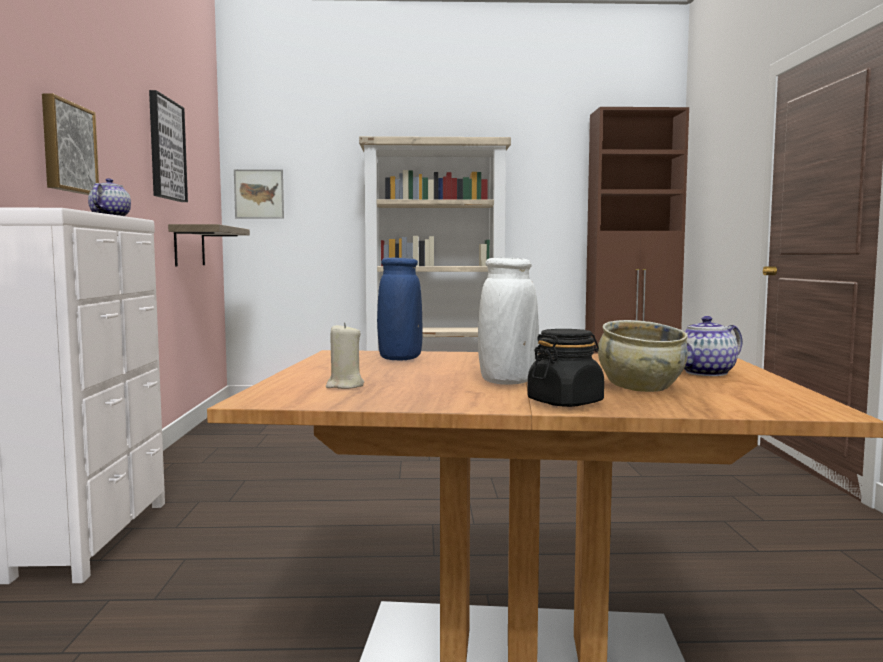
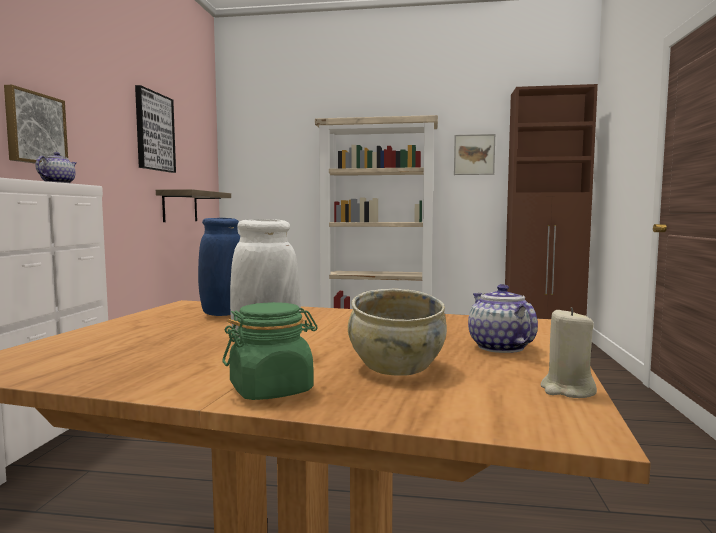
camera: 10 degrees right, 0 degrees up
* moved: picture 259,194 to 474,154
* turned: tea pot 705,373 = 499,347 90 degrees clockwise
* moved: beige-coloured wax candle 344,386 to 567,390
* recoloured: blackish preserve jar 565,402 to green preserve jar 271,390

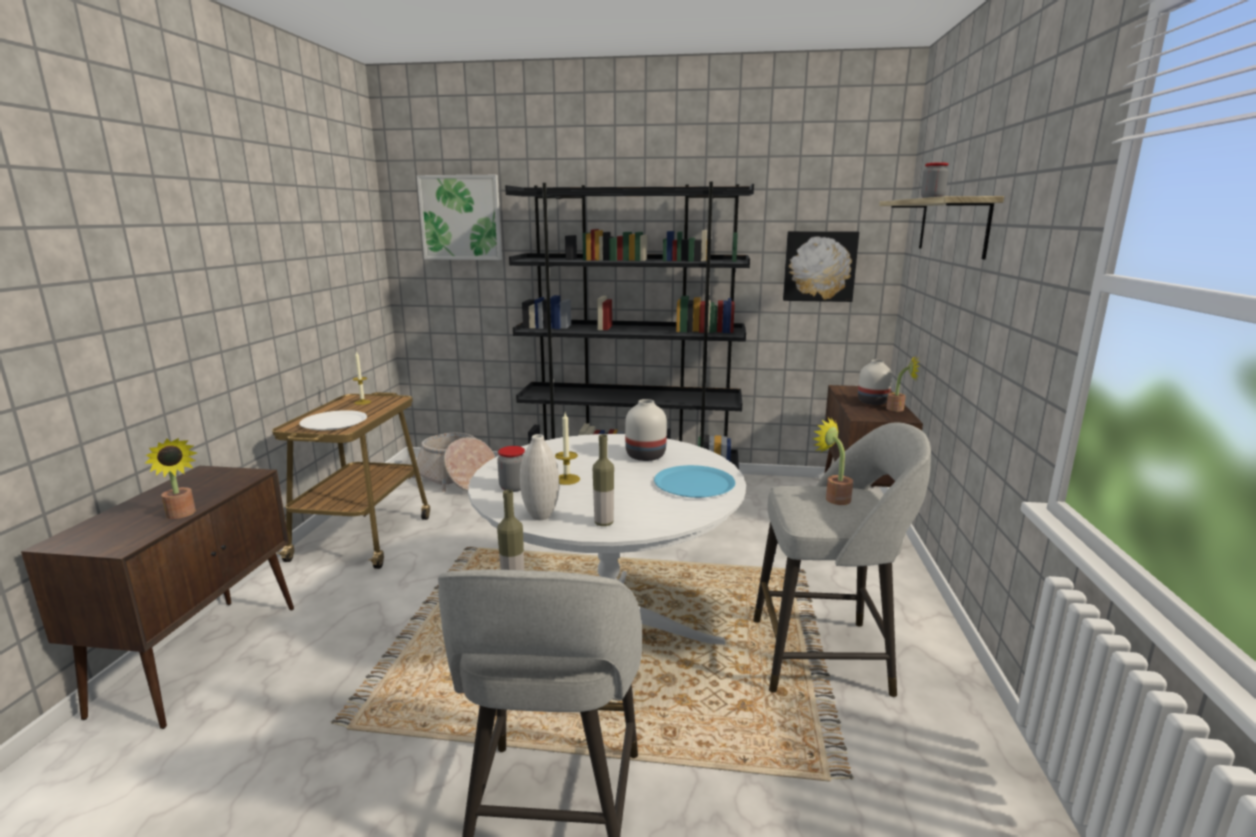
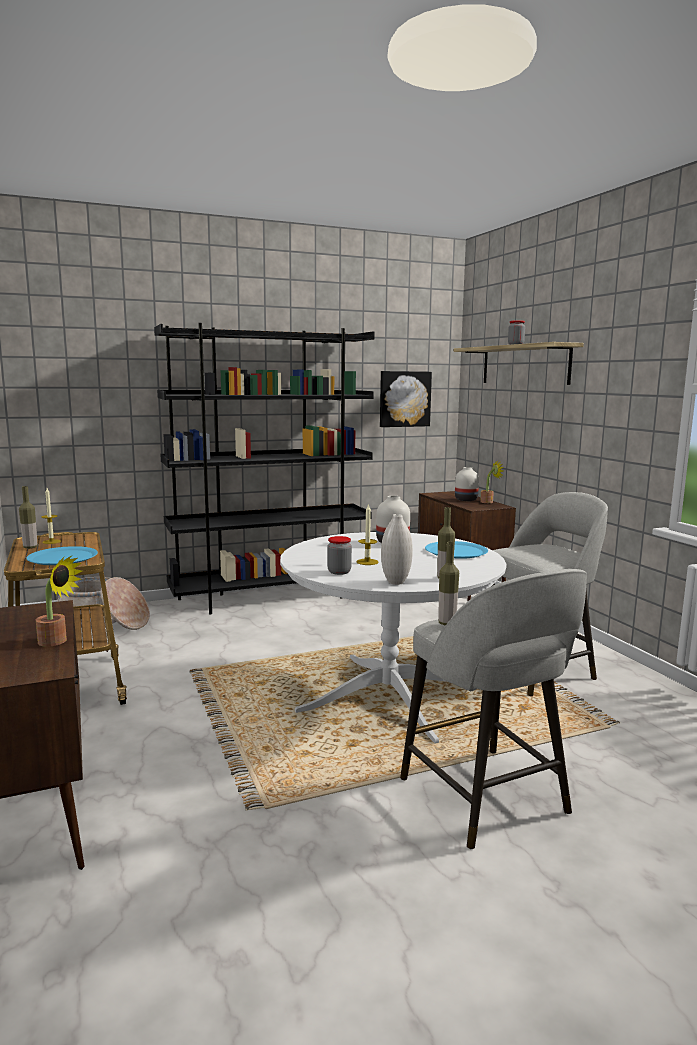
camera: 30 degrees left, 5 degrees down
* removed: picture 461,218
* recoloured: white flat dish 334,422 to bluish flat dish 62,557
* removed: potted plant 833,498
* added: drink bottle 30,547

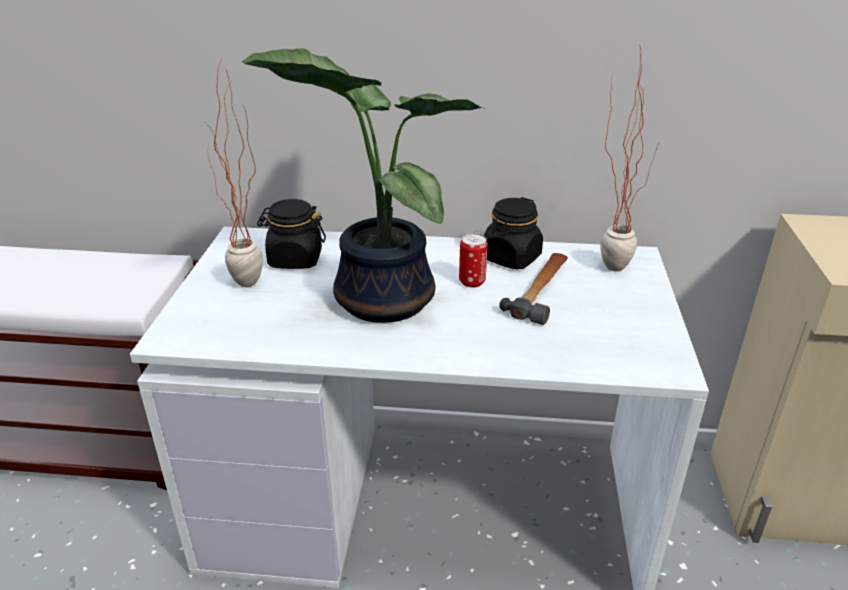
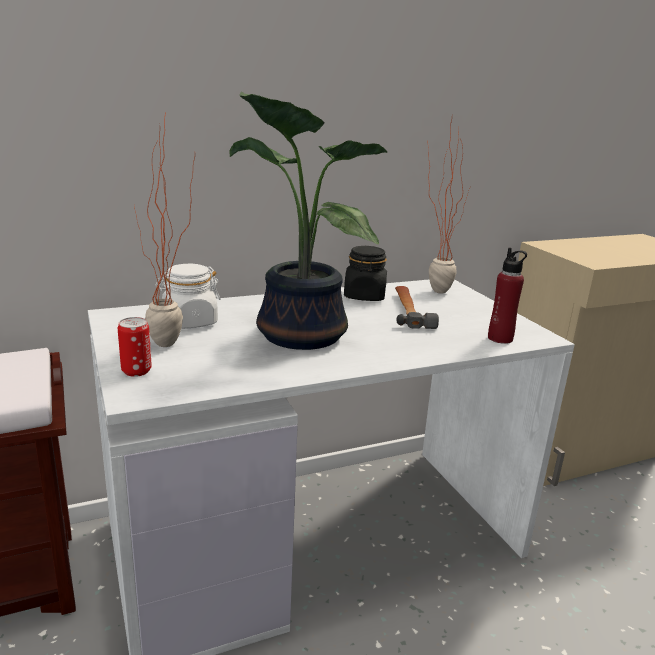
camera: 30 degrees left, 10 degrees down
* recoloured: blackish preserve jar 295,259 to white preserve jar 189,322
* moved: can 472,282 to 136,371
* added: red-coloured drink bottle 500,338

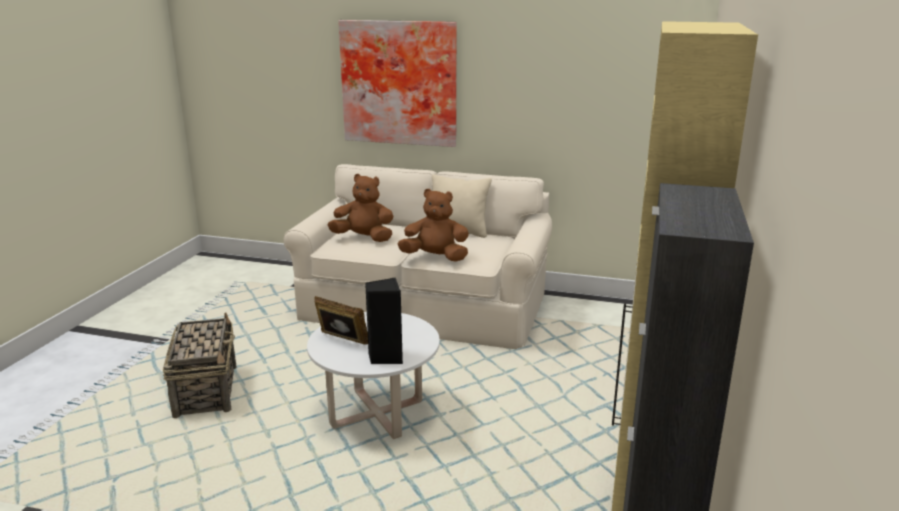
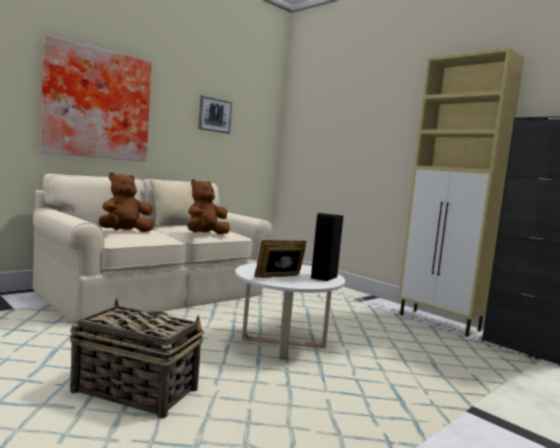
camera: 60 degrees left, 15 degrees down
* added: picture 215,115

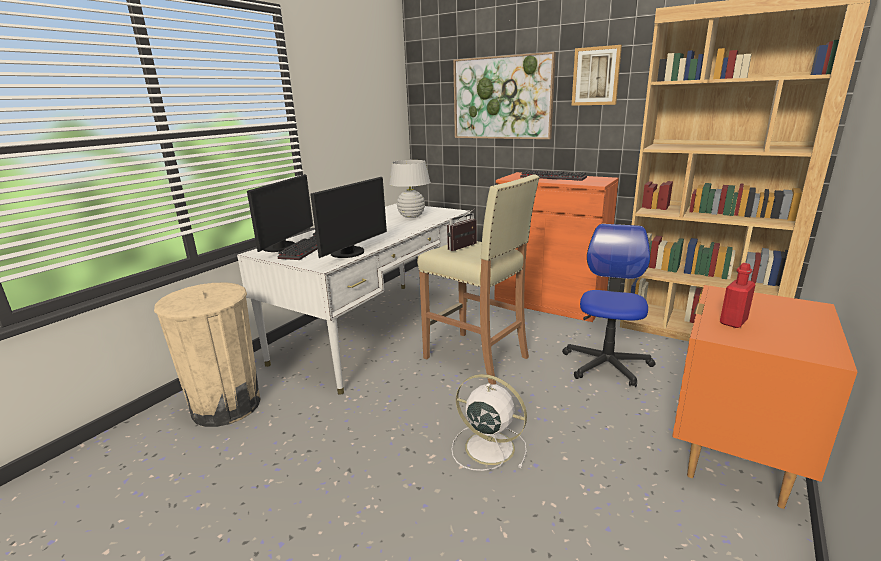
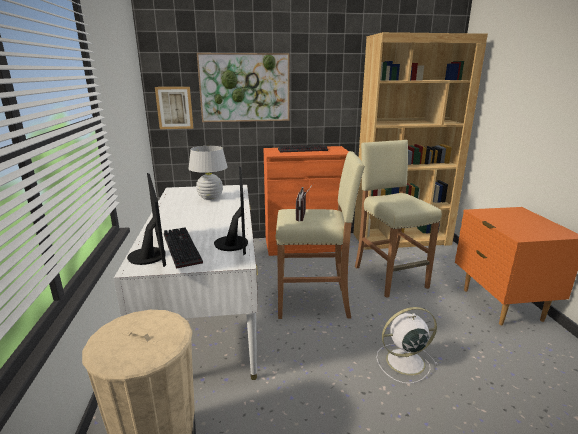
camera: 40 degrees left, 0 degrees up
* moved: picture 596,76 to 174,108
* replaced: desk chair 606,364 to beige-coloured stool 389,276
* removed: red-coloured drink bottle 733,322

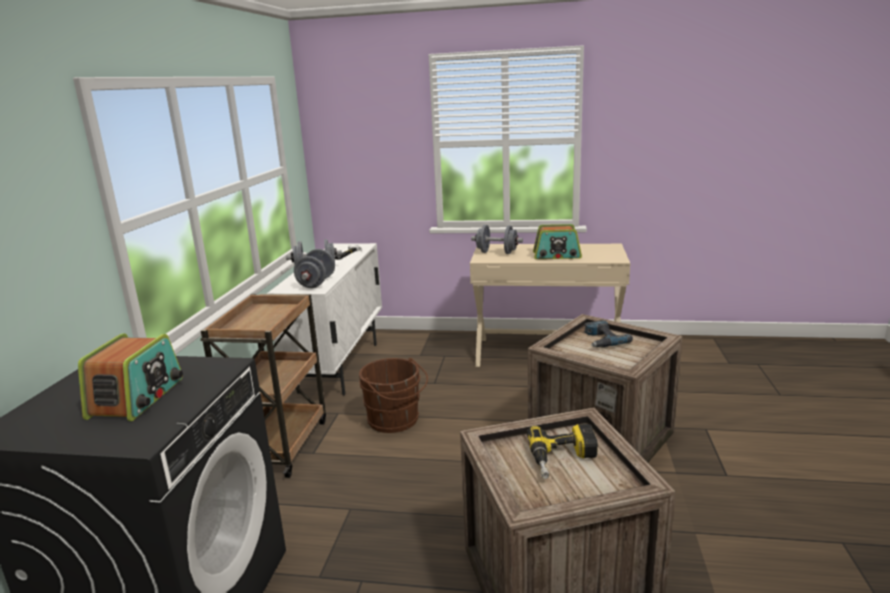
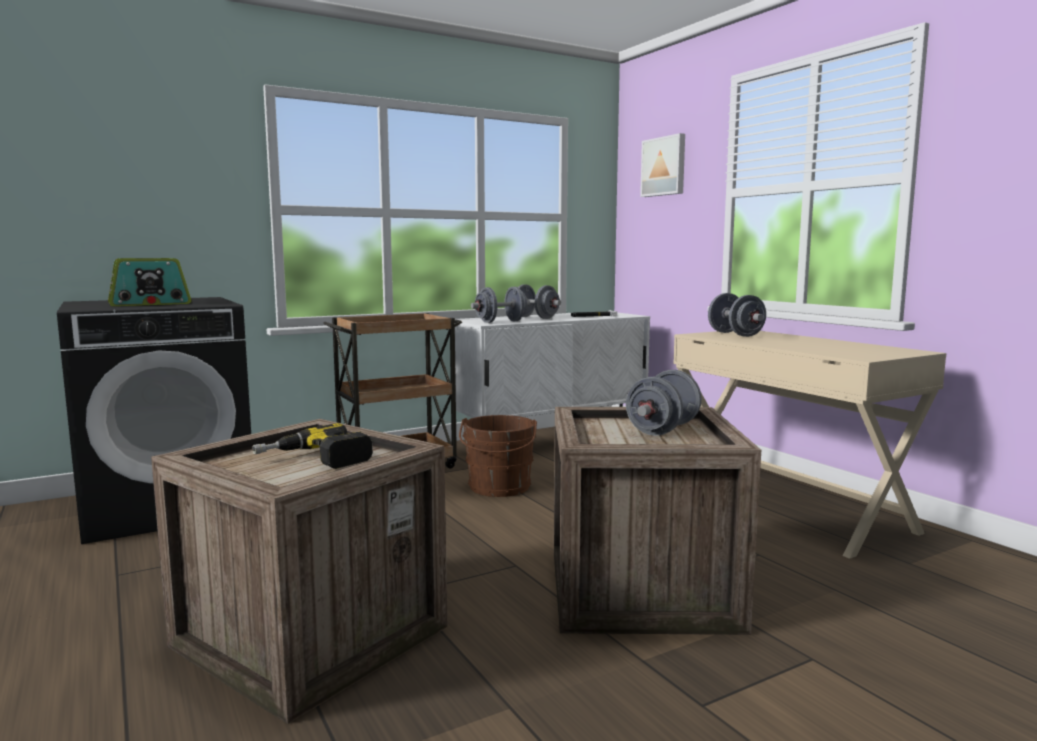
camera: 50 degrees right, 10 degrees down
* removed: radio set 557,255
* replaced: drill 601,340 to grey free weight 663,429
* added: picture 664,166

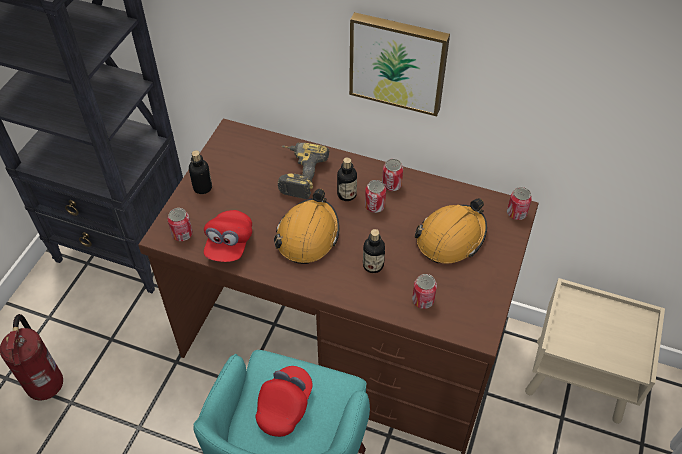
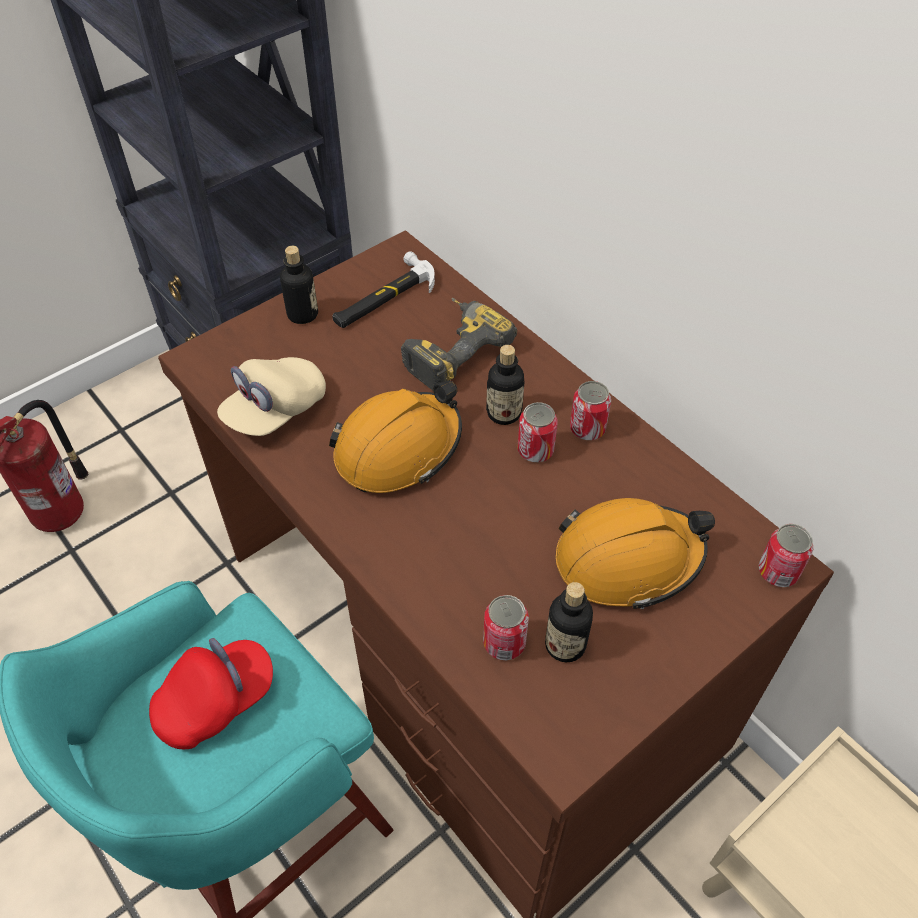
camera: 30 degrees right, 0 degrees up
* removed: picture 398,62
* removed: can 182,234
* recoloured: red-coloured cap 229,244 to beige-coloured cap 275,411
* moved: drink bottle 373,265 to 565,645
* added: hand hammer 383,297

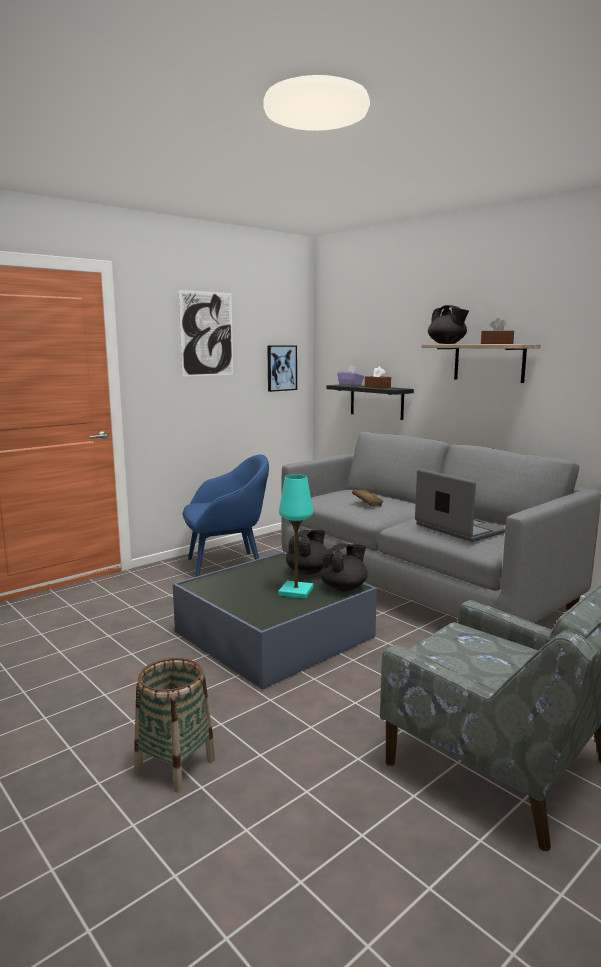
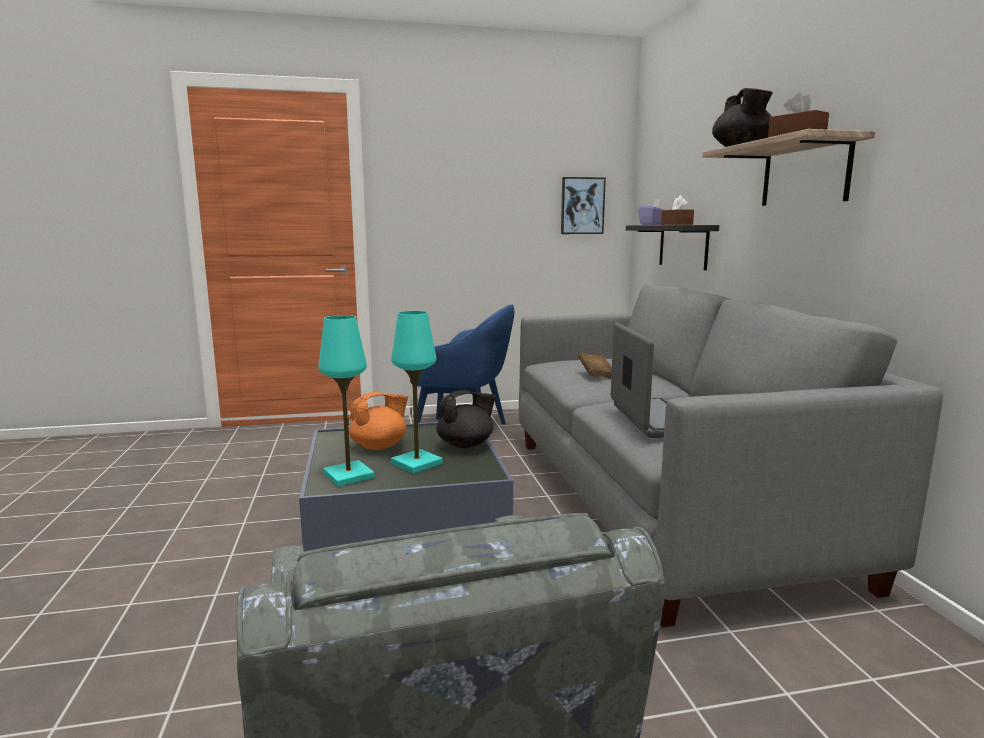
camera: 30 degrees right, 0 degrees up
* removed: picture 207,334
* removed: blackish tea pot 344,588
* removed: household basket 175,766
* added: turquoise tabletop lamp 349,476
* added: orange-coloured tea pot 379,446

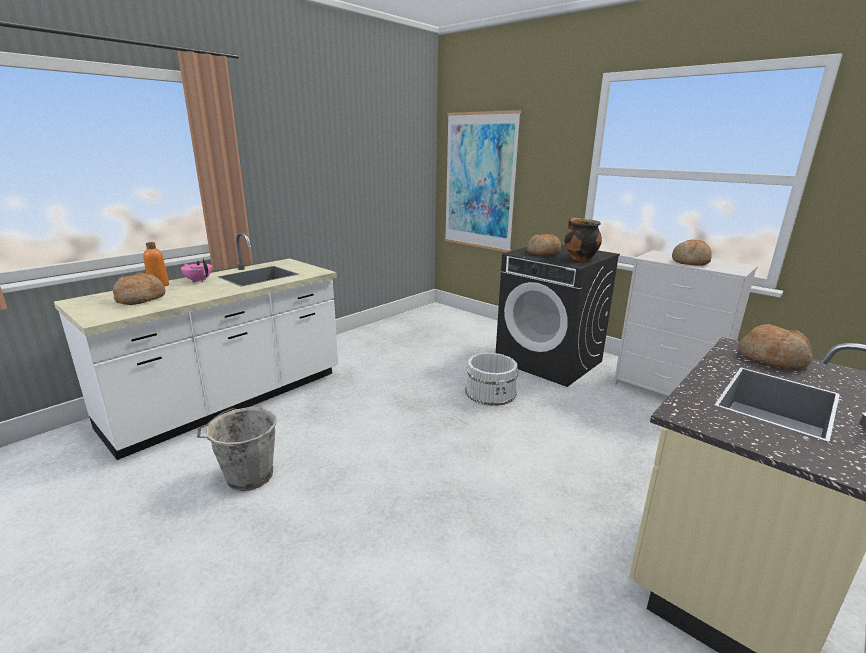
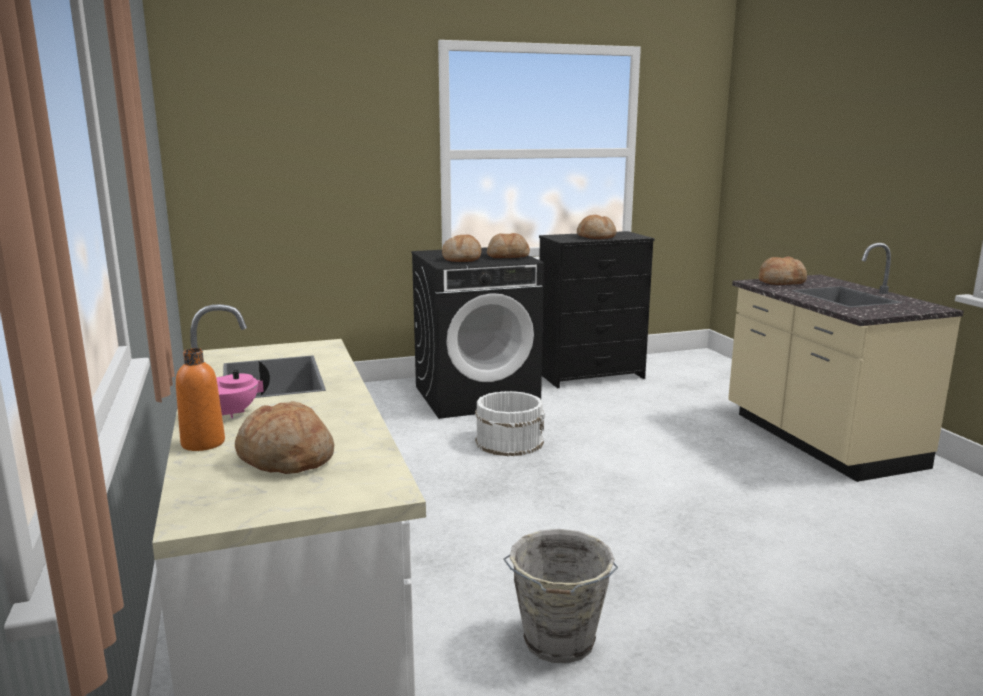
camera: 60 degrees left, 5 degrees down
* removed: picture 479,182
* replaced: stockpot 579,259 to bread 507,256
* recoloured: white chest of drawers 667,390 to blackish chest of drawers 591,375

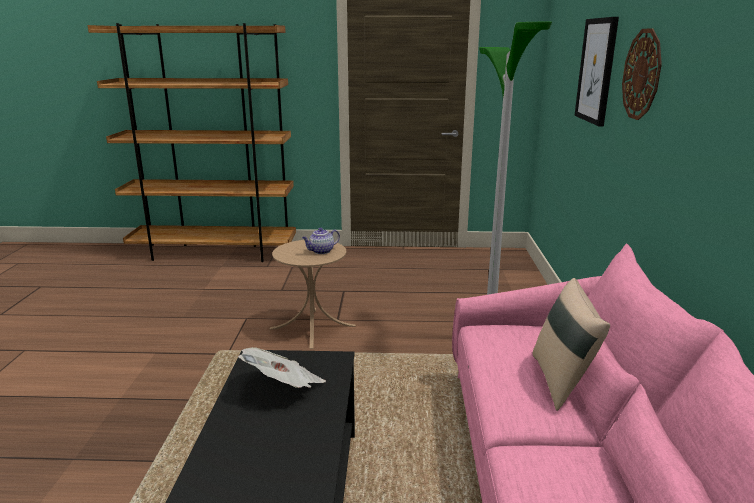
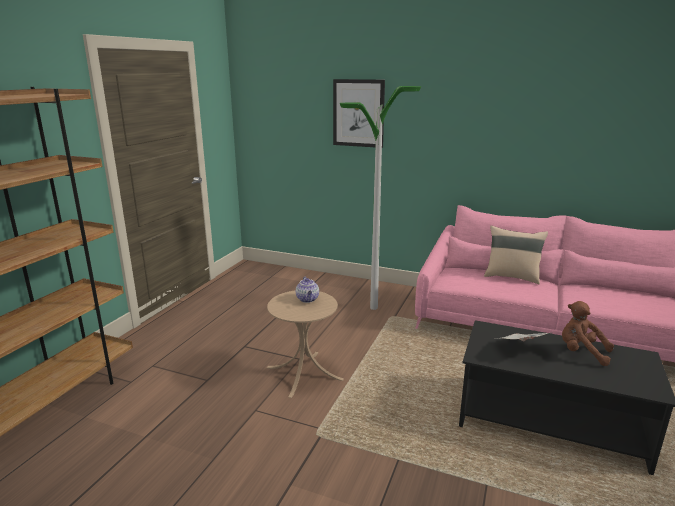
camera: 70 degrees left, 0 degrees up
* removed: clock on the wall 642,74
* added: brown plush toy 581,352

